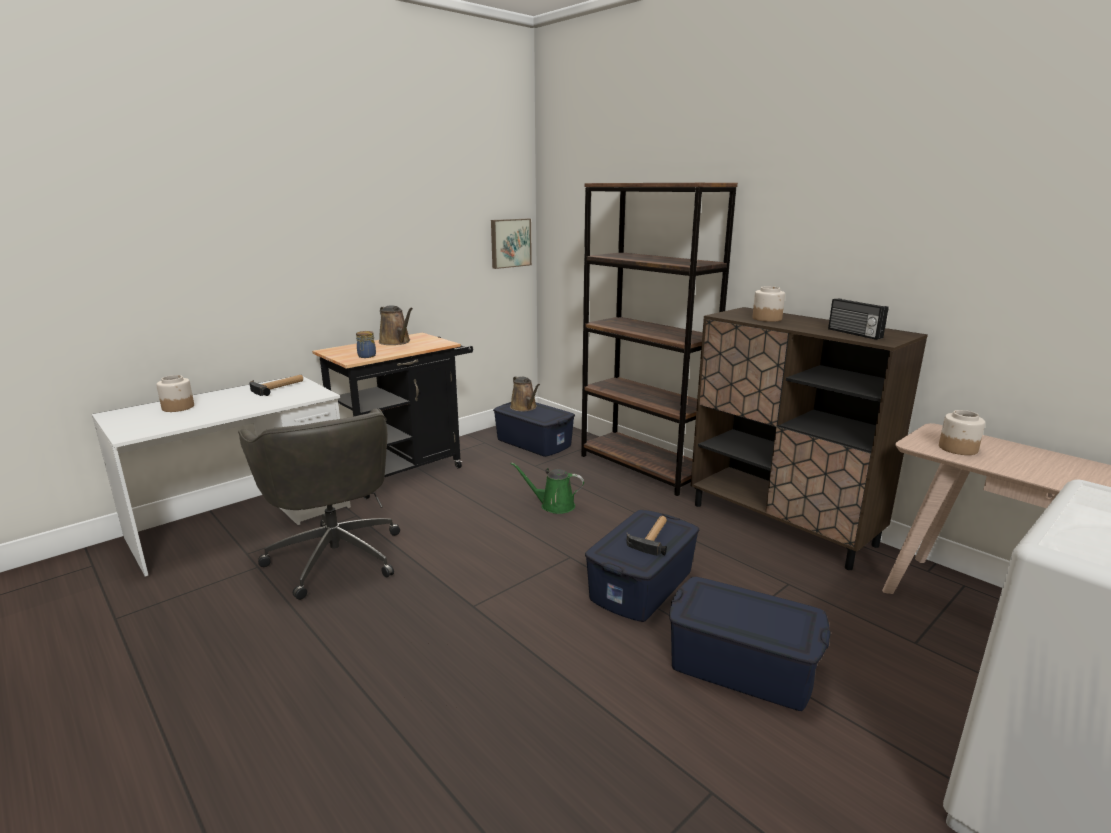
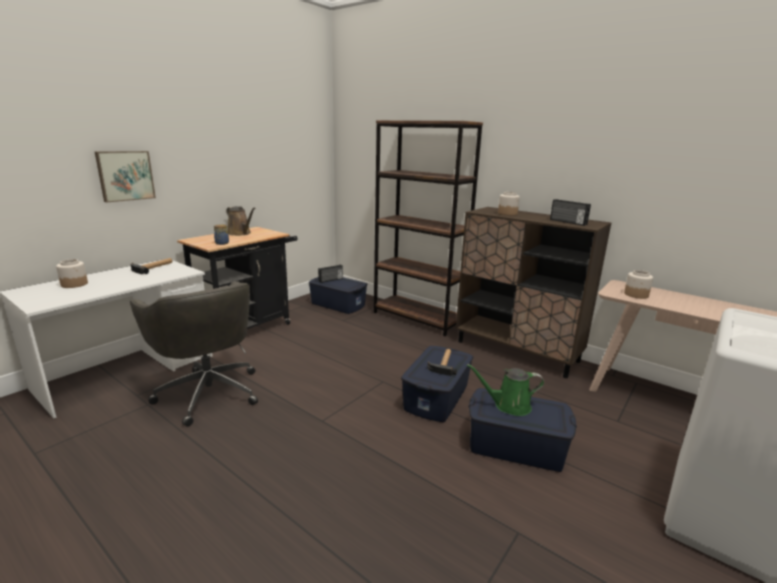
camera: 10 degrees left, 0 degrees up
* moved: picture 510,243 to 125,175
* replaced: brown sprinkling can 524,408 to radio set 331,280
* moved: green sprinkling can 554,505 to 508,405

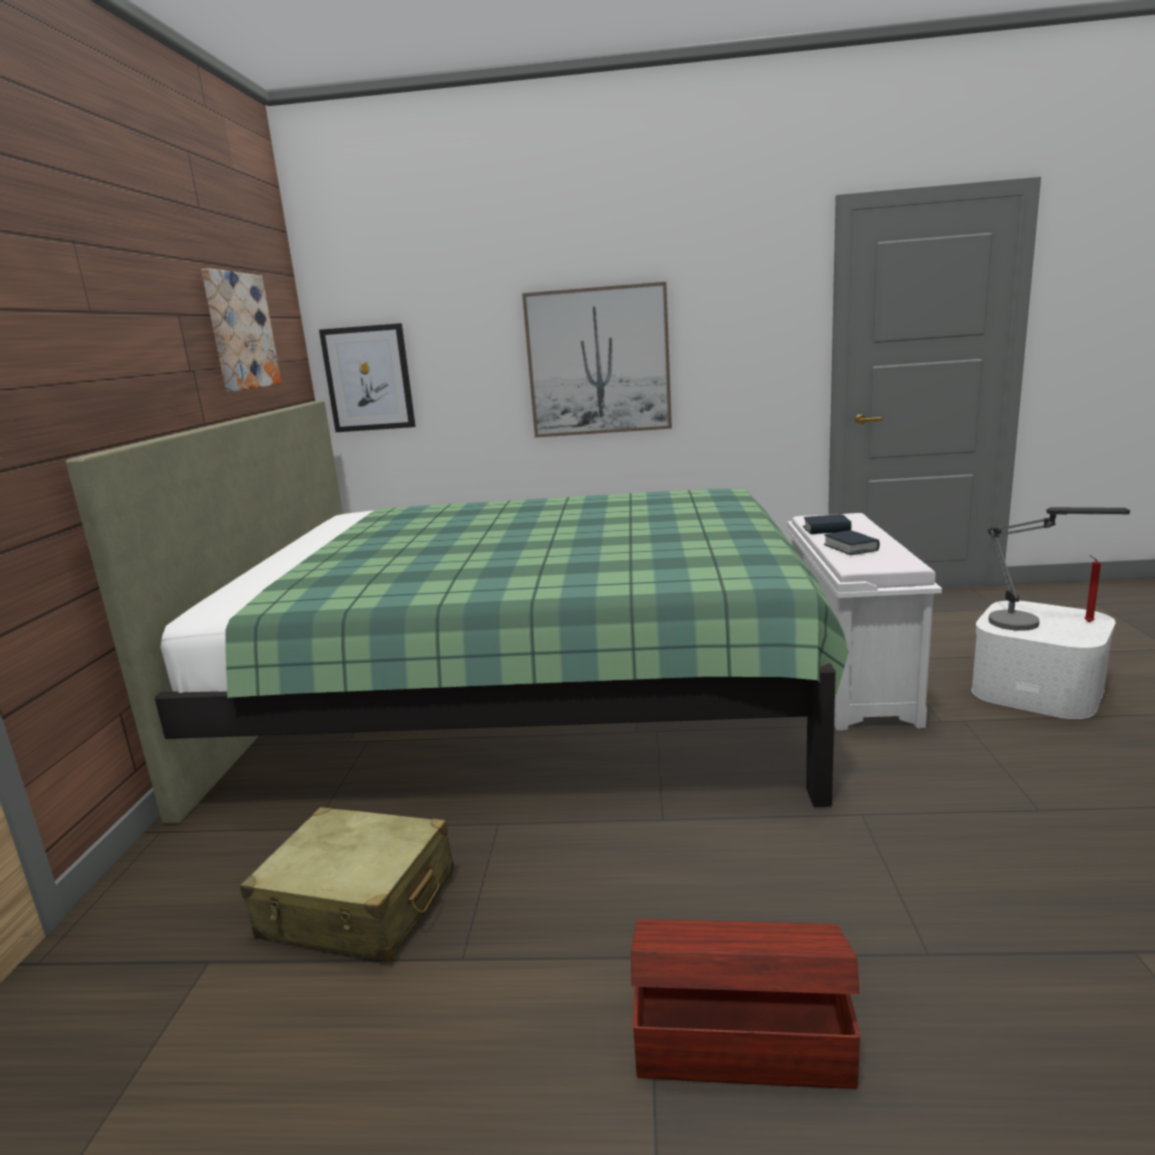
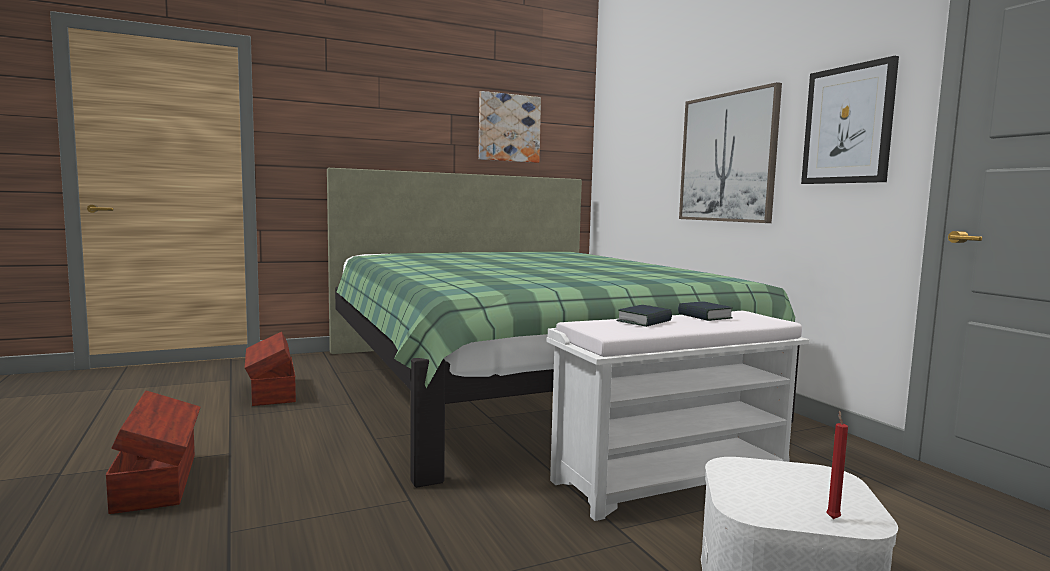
camera: 60 degrees right, 10 degrees down
* moved: picture 368,378 to 848,125
* removed: tabletop lamp 1029,624
* replaced: beige-coloured travel case 358,905 to brown storage container 271,392

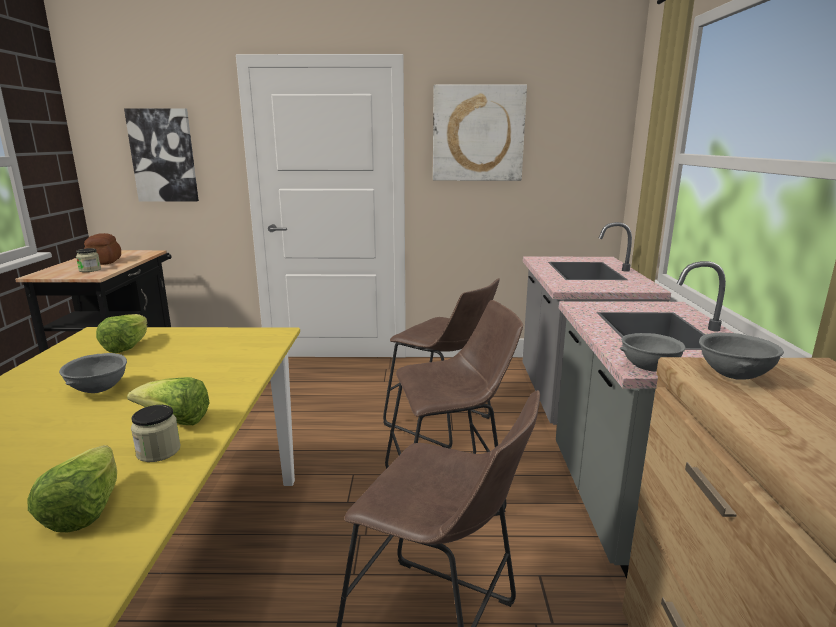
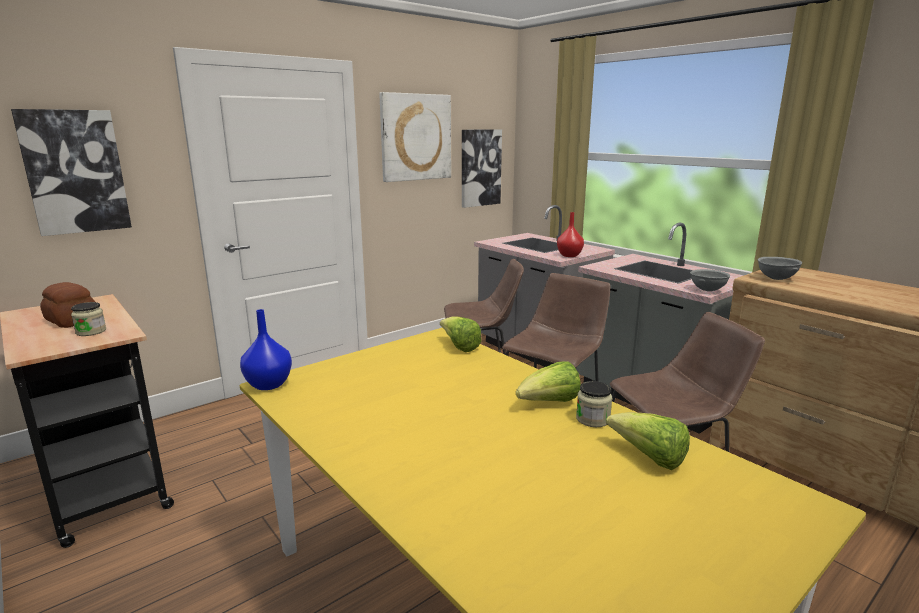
camera: 40 degrees left, 0 degrees up
* moved: lettuce head 127,347 to 459,347
* removed: grey deep dish 99,390
* added: picture 480,168
* added: red-coloured vase 570,255
* added: bluish vase 268,385

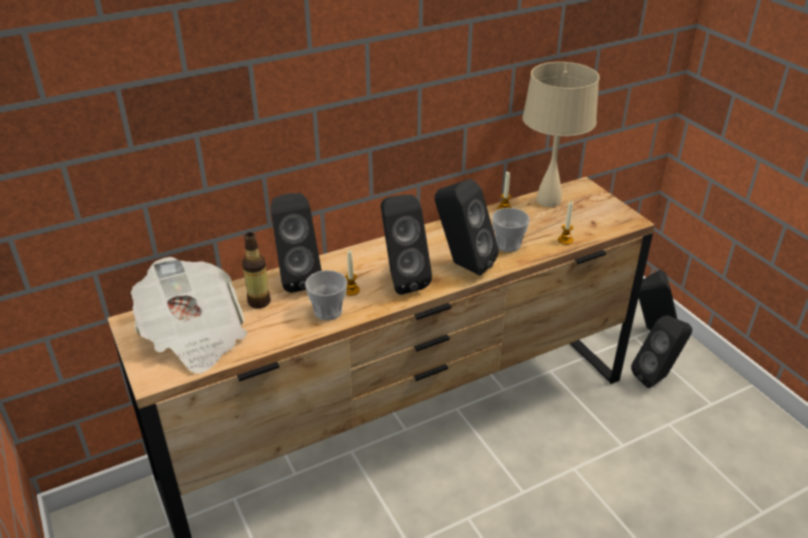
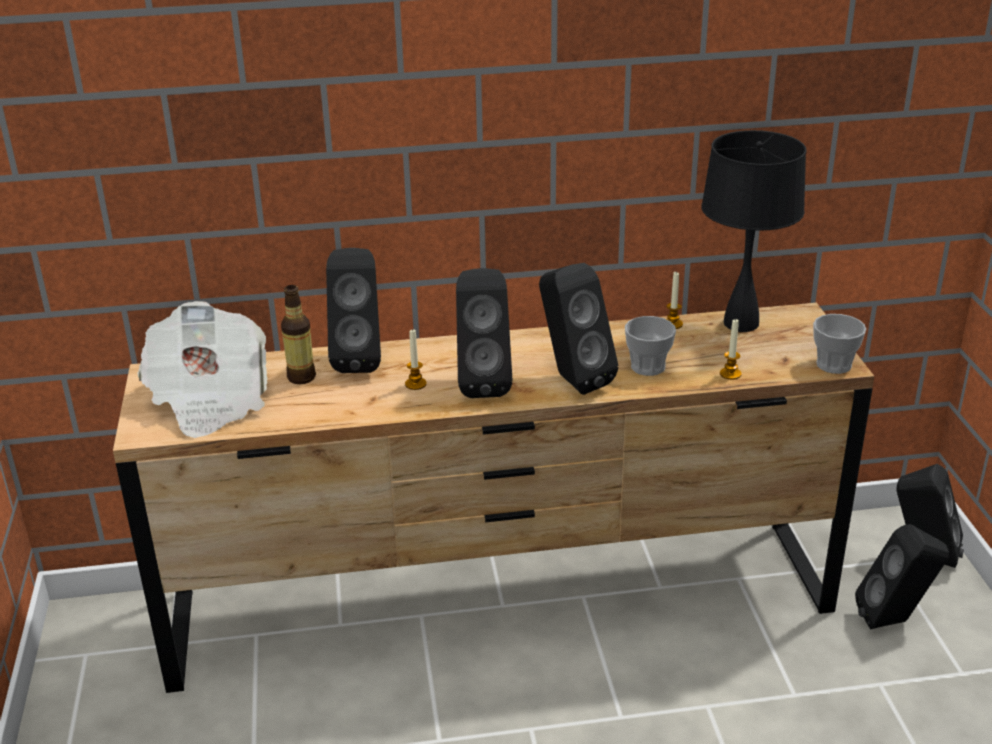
camera: 20 degrees right, 5 degrees down
* recoloured: beige-coloured tabletop lamp 548,200 to blackish tabletop lamp 741,324
* moved: drinking cup 328,311 to 833,365

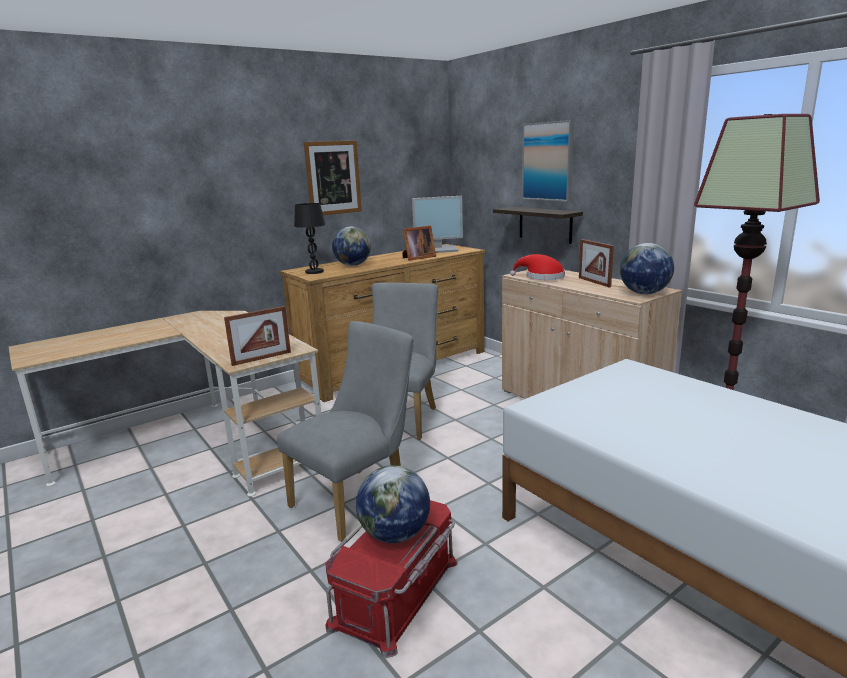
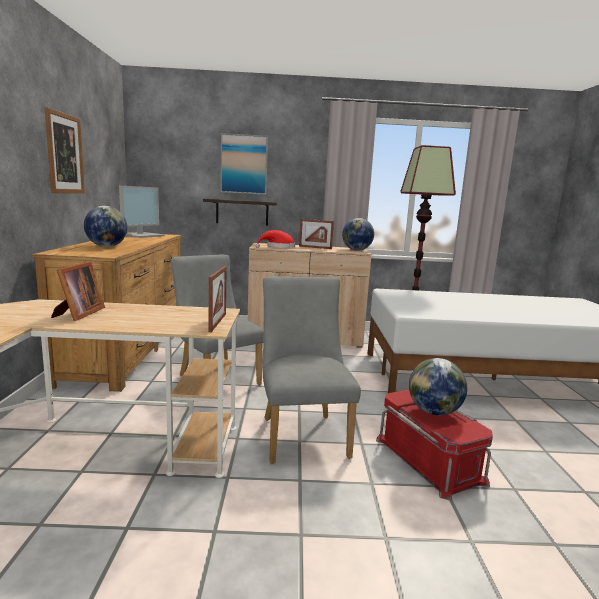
camera: 55 degrees left, 5 degrees down
* removed: blackish tabletop lamp 314,272
* moved: standing frame 417,258 to 78,314

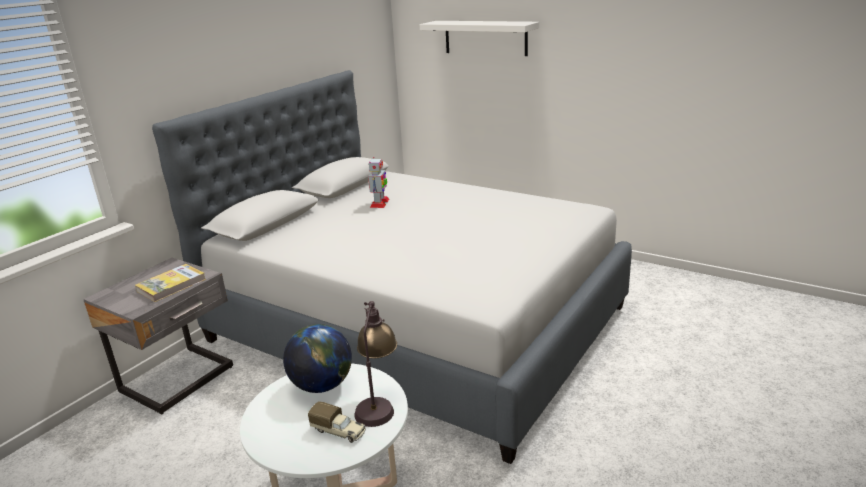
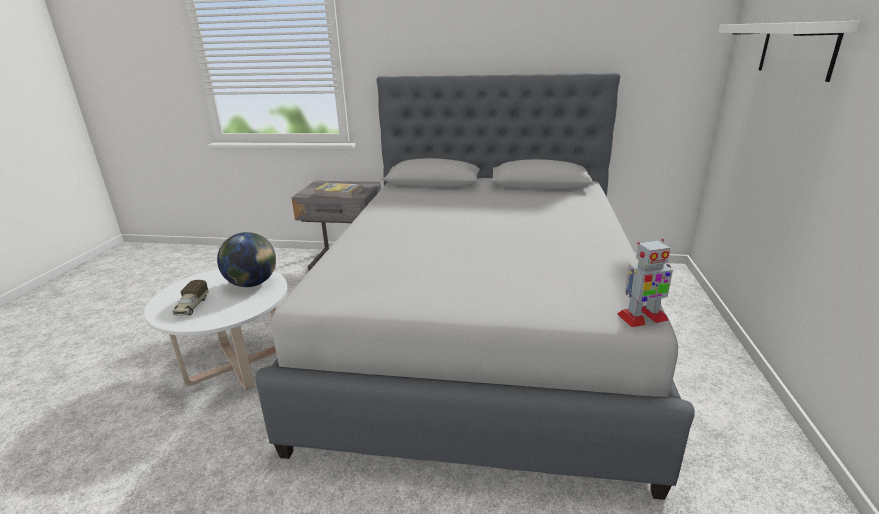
camera: 65 degrees right, 0 degrees up
* moved: model robot 379,203 to 642,317
* removed: tabletop lamp 378,403

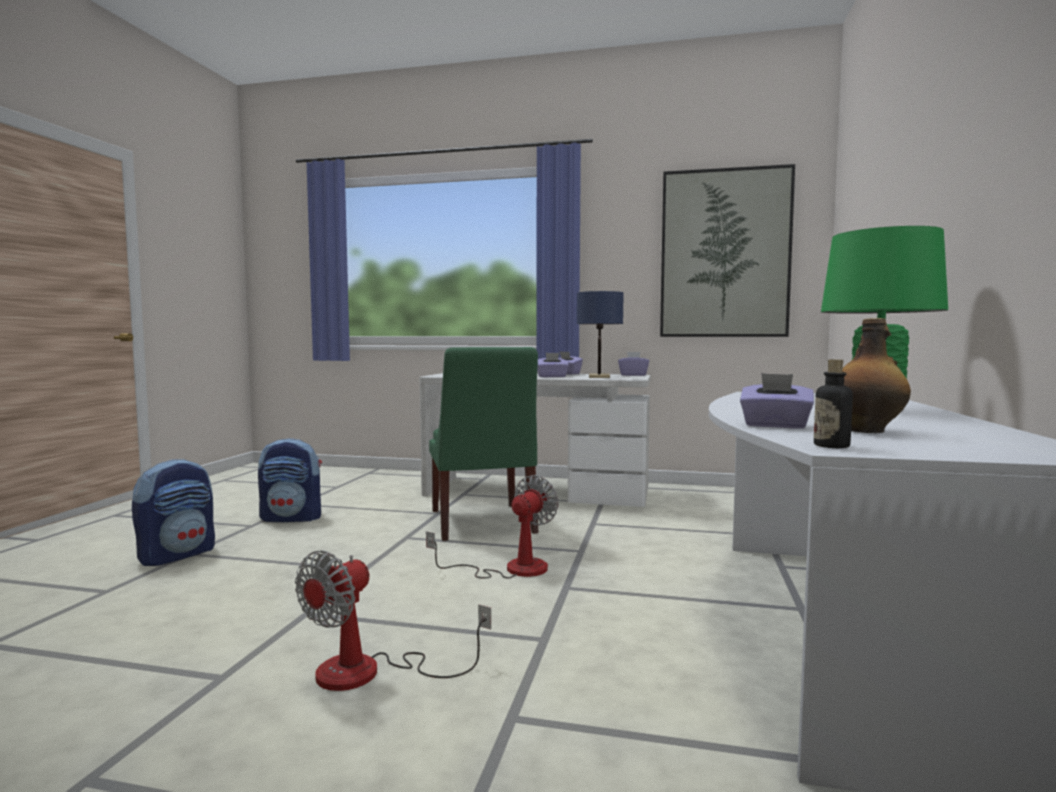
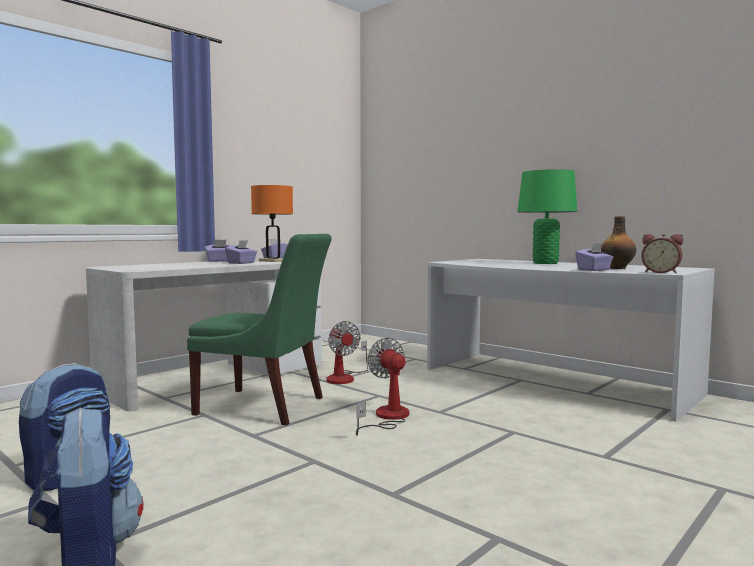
camera: 60 degrees left, 0 degrees up
* removed: picture 724,254
* recoloured: bluish tabletop lamp 599,377 to orange-coloured tabletop lamp 273,261
* replaced: drink bottle 831,446 to alarm clock 661,272
* moved: fan 371,672 to 344,377

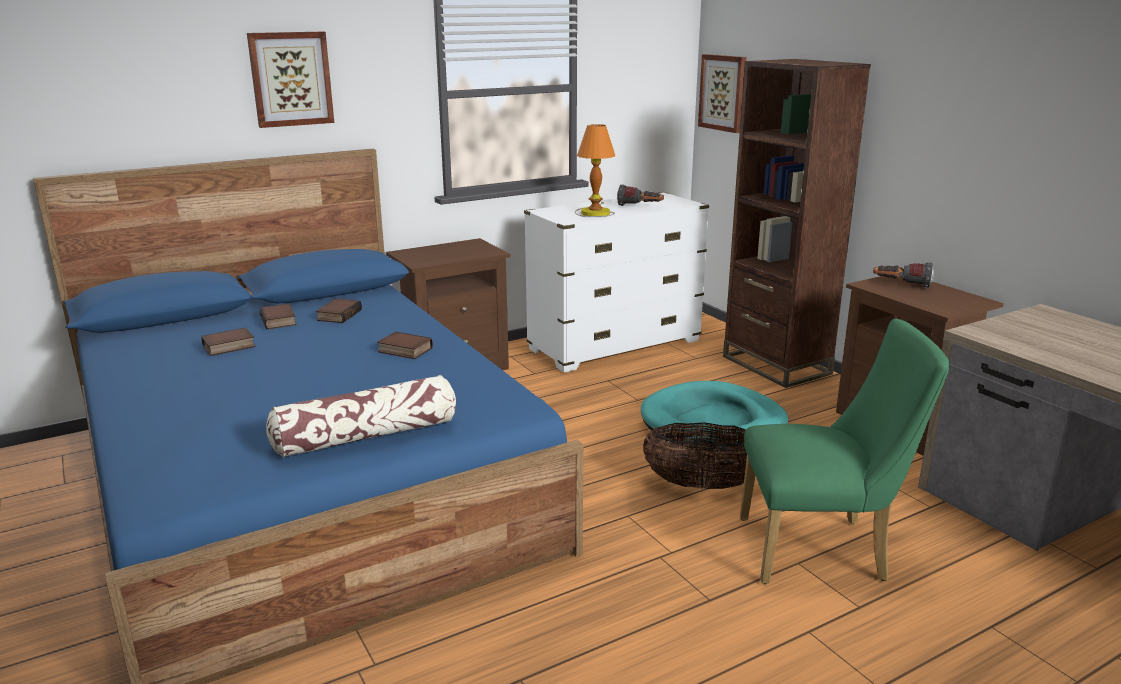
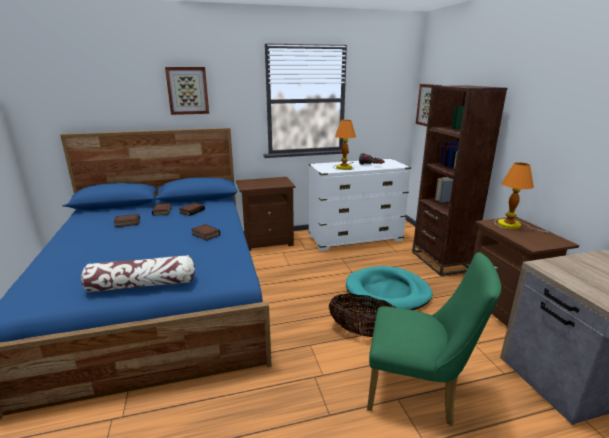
camera: 15 degrees right, 0 degrees up
* replaced: torch 901,285 to tabletop lamp 511,225

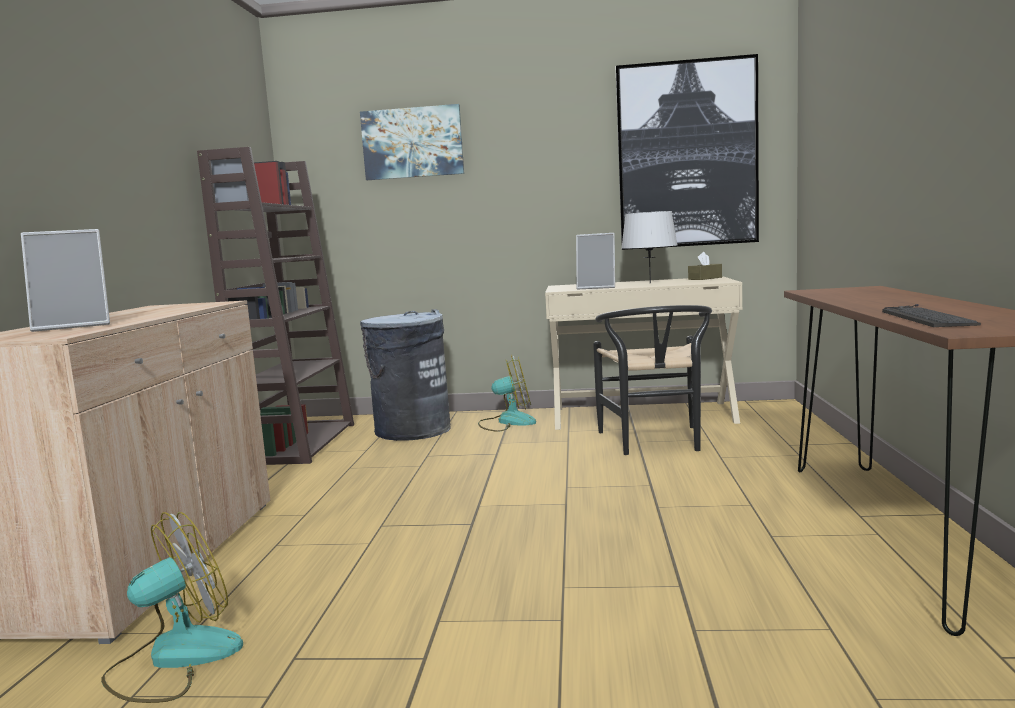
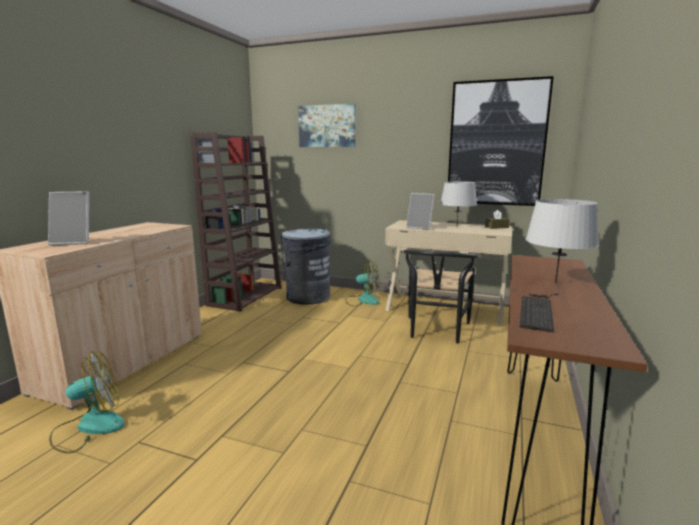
camera: 15 degrees right, 5 degrees up
* added: grey tabletop lamp 555,283

